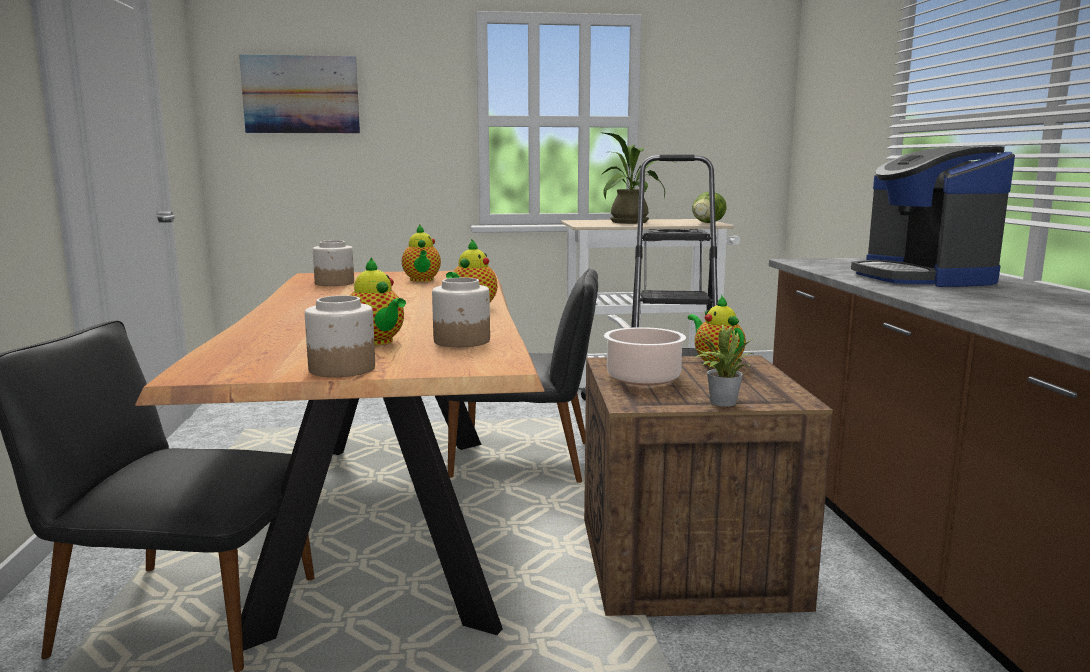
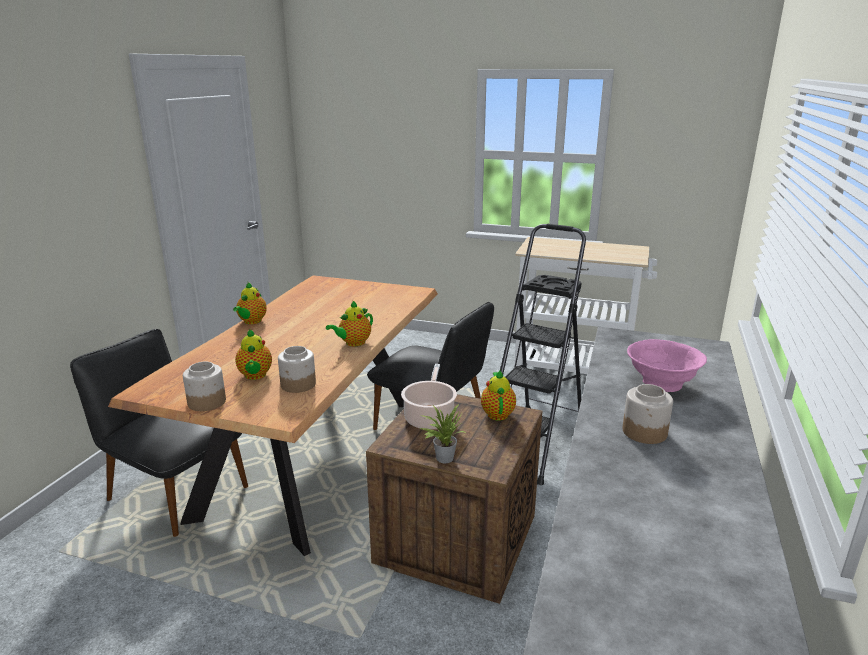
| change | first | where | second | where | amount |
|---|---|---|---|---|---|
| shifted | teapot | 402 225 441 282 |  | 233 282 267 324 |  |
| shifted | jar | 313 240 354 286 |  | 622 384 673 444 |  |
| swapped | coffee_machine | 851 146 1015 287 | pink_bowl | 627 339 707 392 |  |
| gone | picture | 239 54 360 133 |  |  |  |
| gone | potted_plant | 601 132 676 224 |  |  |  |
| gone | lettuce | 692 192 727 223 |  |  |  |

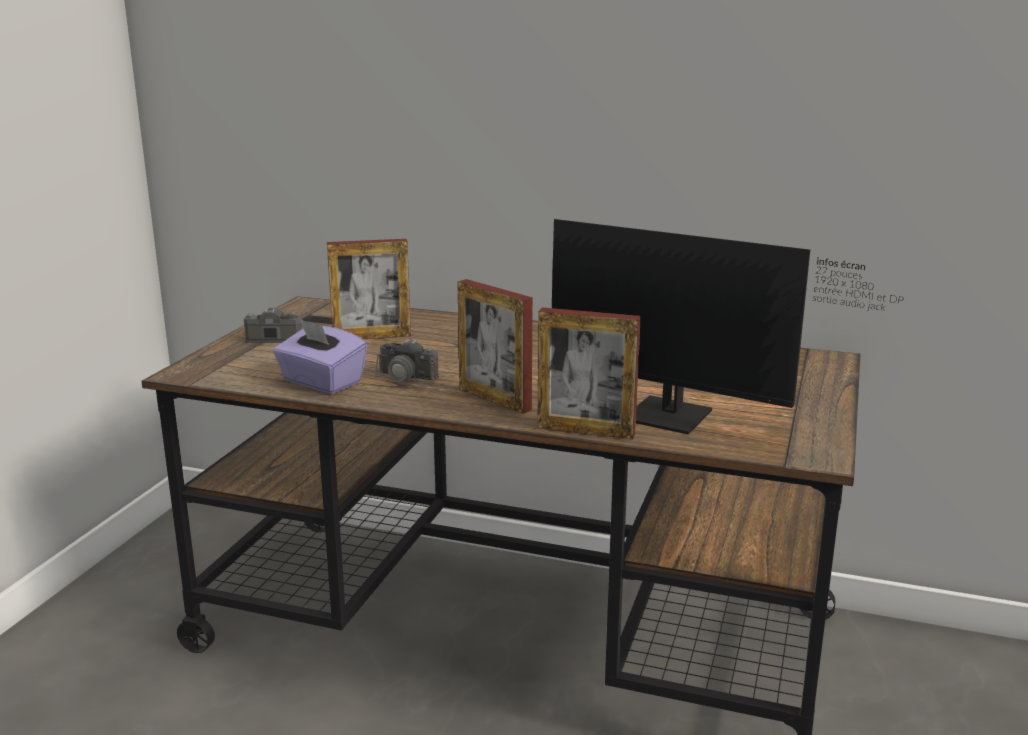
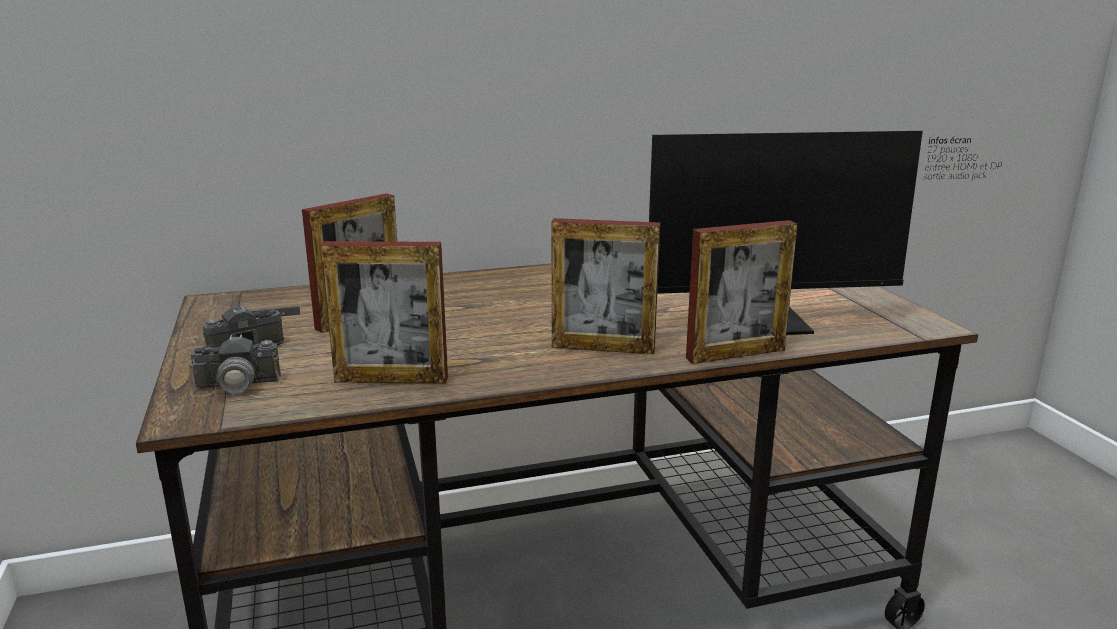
| change | first | where | second | where | amount |
|---|---|---|---|---|---|
| shifted | photo_camera | 372 339 441 390 |  | 189 334 298 397 |  |
| swapped | purple_tissue_box | 273 319 367 394 | picture_frame | 321 241 448 384 |  |

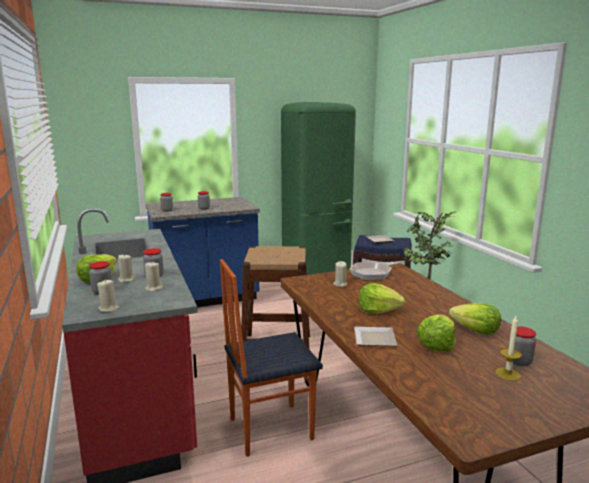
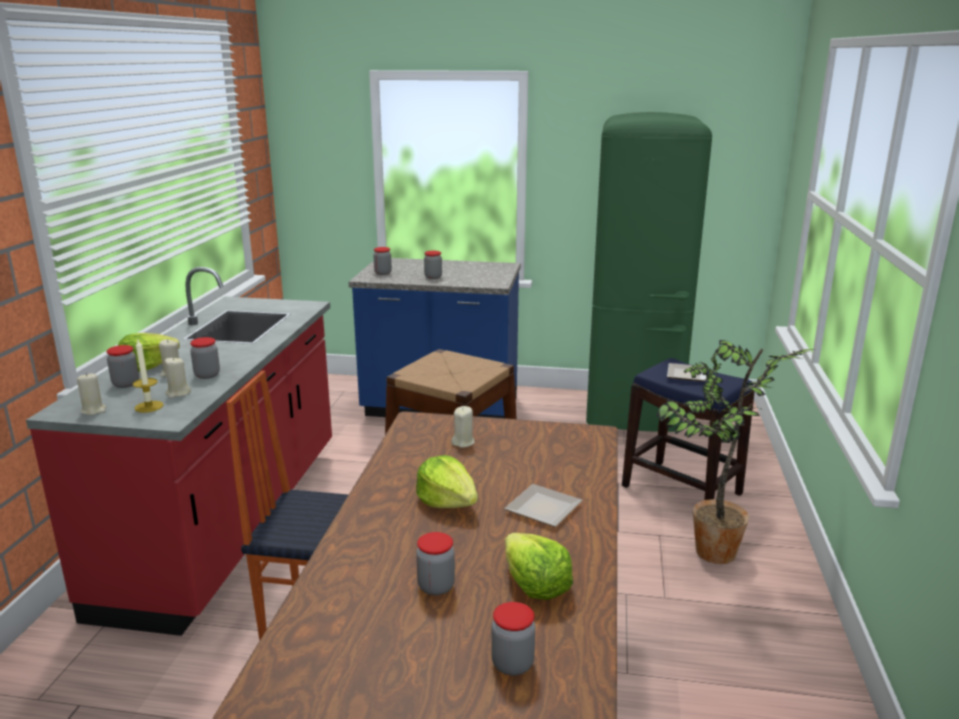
| change | first | where | second | where | amount |
|---|---|---|---|---|---|
| shifted | candle | 495 316 522 381 |  | 133 340 163 413 |  |
| swapped | lettuce | 417 315 456 352 | jar | 416 532 455 596 |  |
| shifted | plate | 354 327 397 346 |  | 504 484 582 527 |  |
| gone | frying_pan | 350 261 404 280 |  |  |  |

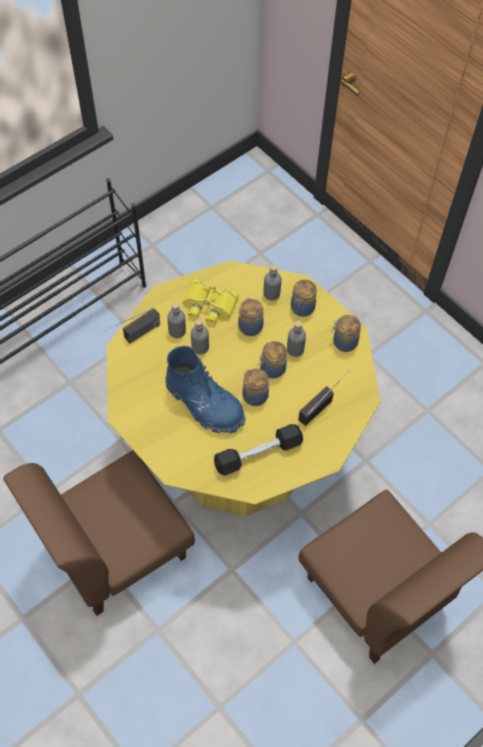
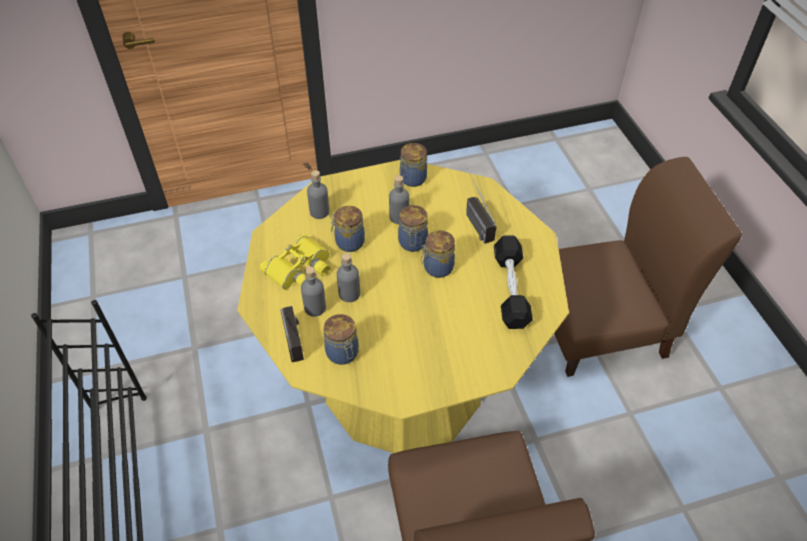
| change | first | where | second | where | amount |
|---|---|---|---|---|---|
| shifted | jar | 291 280 317 317 |  | 324 314 359 365 |  |
| gone | blue_boot | 165 346 246 434 |  |  |  |

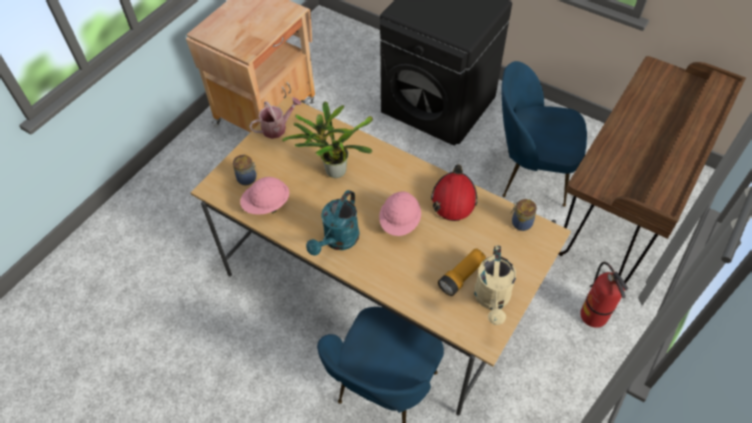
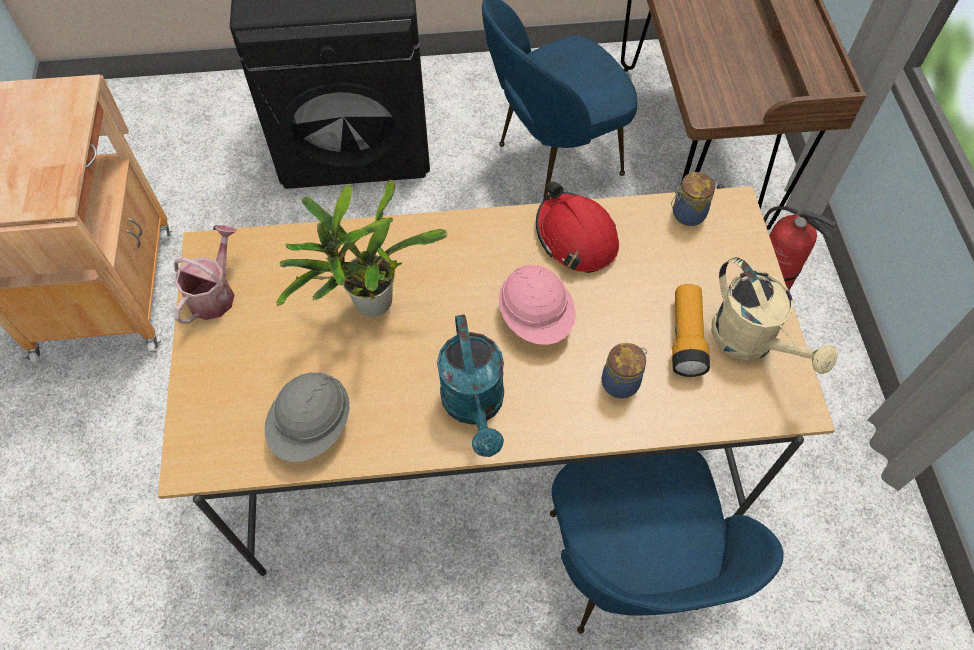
| change | first | where | second | where | amount |
|---|---|---|---|---|---|
| repainted | pink_hard_hat | 240 177 289 215 | grey_hard_hat | 265 372 350 462 |  |
| shifted | jar | 233 155 258 185 |  | 601 343 647 399 |  |

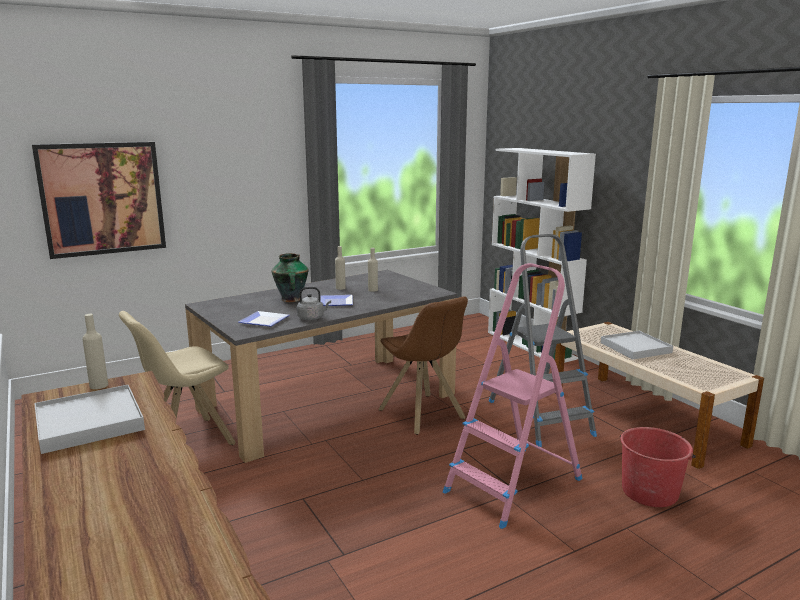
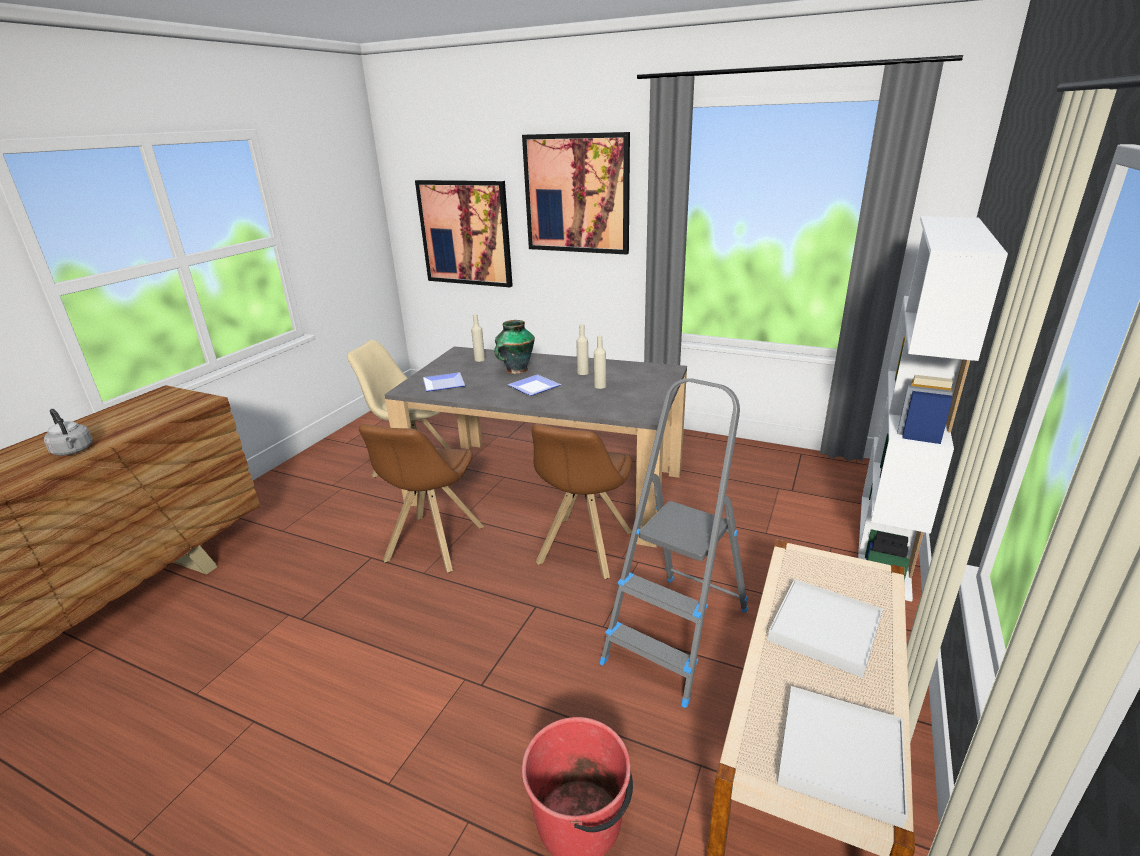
| change | first | where | second | where | amount |
|---|---|---|---|---|---|
| shifted | grey_kettle | 297 287 331 320 |  | 44 409 93 456 |  |
| new |  |  | brown_chair | 359 424 484 573 |  |
| shifted | beige_bottle | 82 314 108 389 |  | 471 314 485 362 |  |
| new |  |  | picture | 522 132 630 255 |  |
| shifted | white_tray | 34 385 145 454 |  | 777 686 907 828 |  |
| gone | pink_step_ladder | 443 263 582 529 |  |  |  |

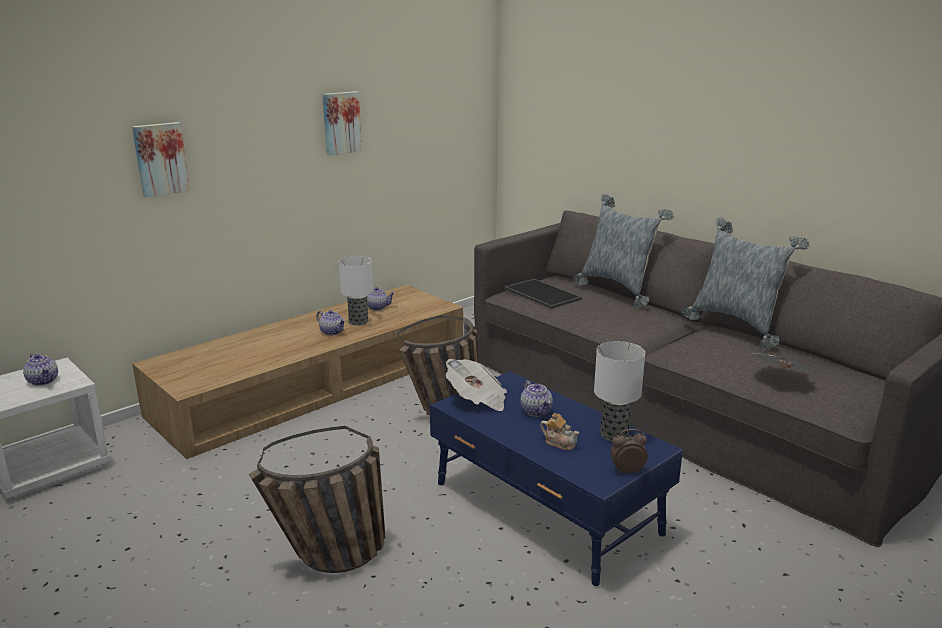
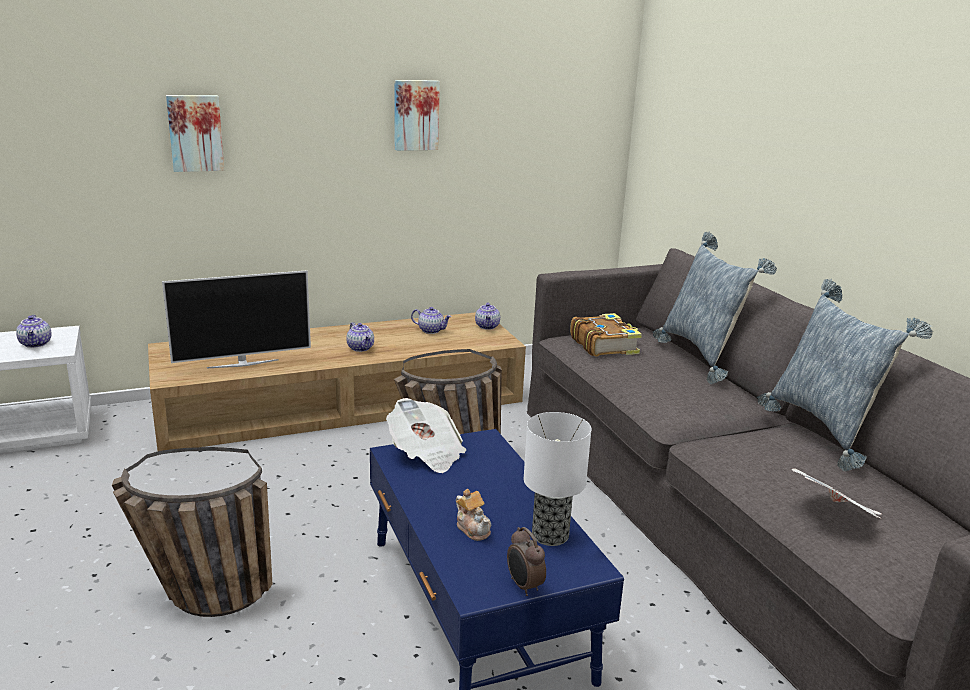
| change | first | where | second | where | amount |
|---|---|---|---|---|---|
| new |  |  | television | 162 270 311 368 |  |
| shifted | teapot | 520 380 553 417 |  | 475 302 500 329 |  |
| rotated | alarm_clock | 611 429 648 474 |  | 507 527 546 596 | 135 degrees counterclockwise |
| swapped | tray | 504 279 582 309 | book | 570 313 642 357 |  |
| gone | table_lamp | 339 256 373 326 |  |  |  |

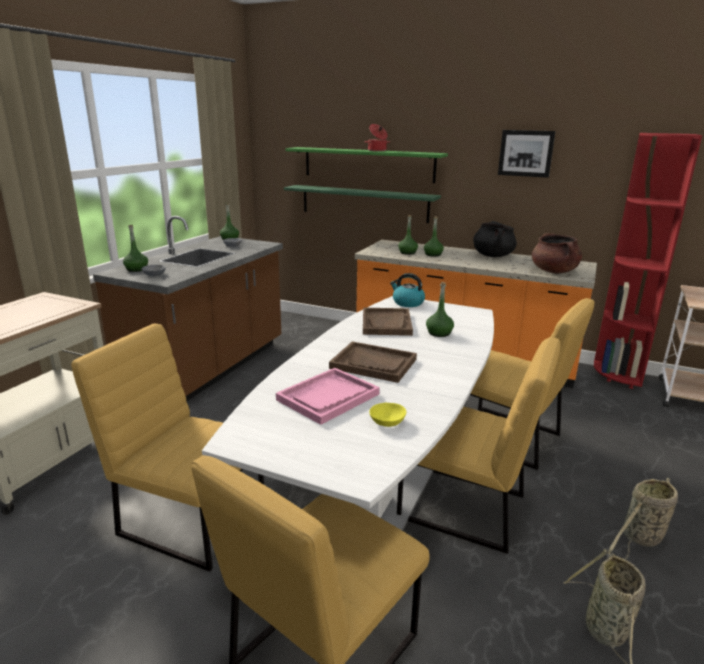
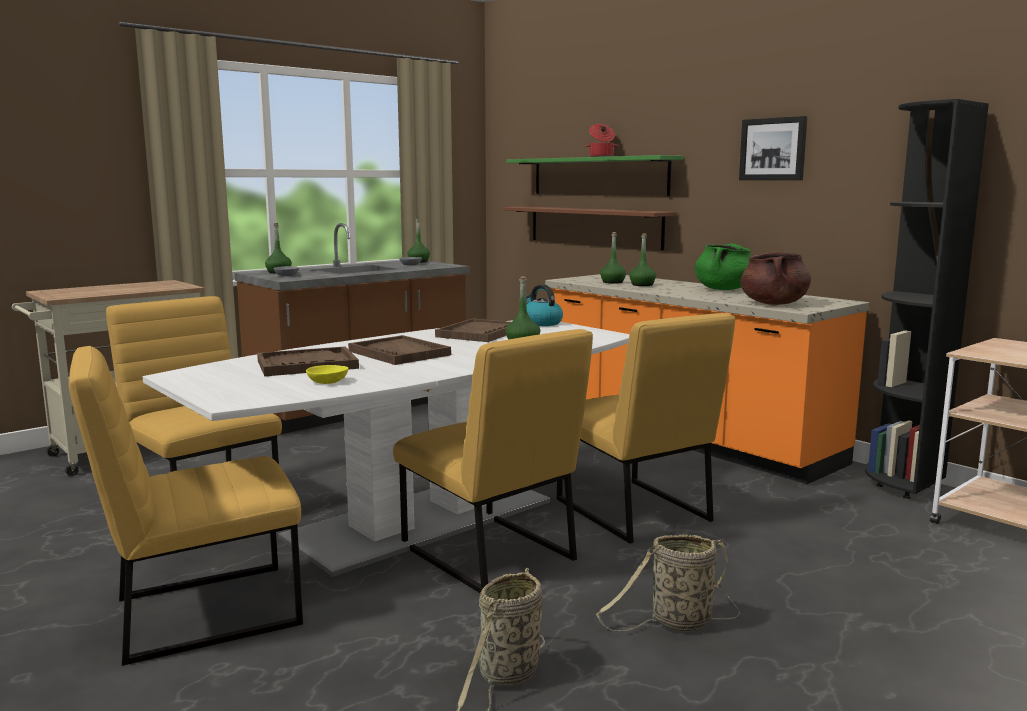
| change | first | where | second | where | amount |
|---|---|---|---|---|---|
| repainted | pink_tray | 276 368 380 425 | brown_tray | 257 347 359 376 |  |
| repainted | green_shelf | 284 185 441 223 | brown_shelf | 504 206 677 250 |  |
| repainted | black_cooking_pot | 473 221 517 257 | green_cooking_pot | 695 243 751 290 |  |
| repainted | red_bookcase | 594 133 702 389 | black_bookcase | 865 99 989 499 |  |

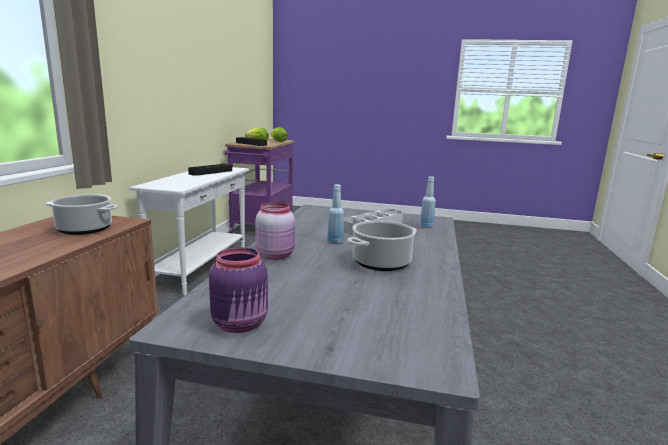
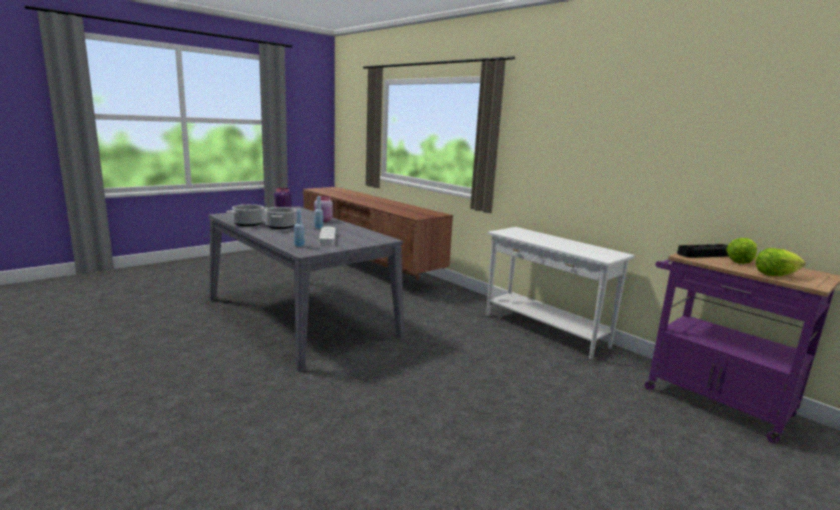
| change | first | where | second | where | amount |
|---|---|---|---|---|---|
| shifted | cooking_pot | 46 194 118 235 |  | 226 204 266 226 |  |
| gone | black_tray | 188 164 232 176 |  |  |  |

